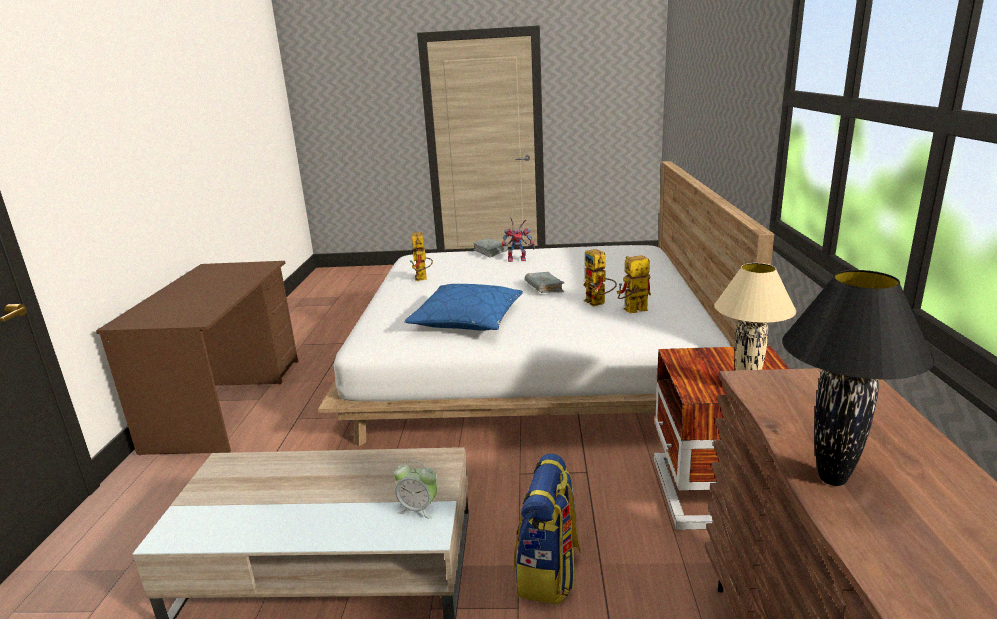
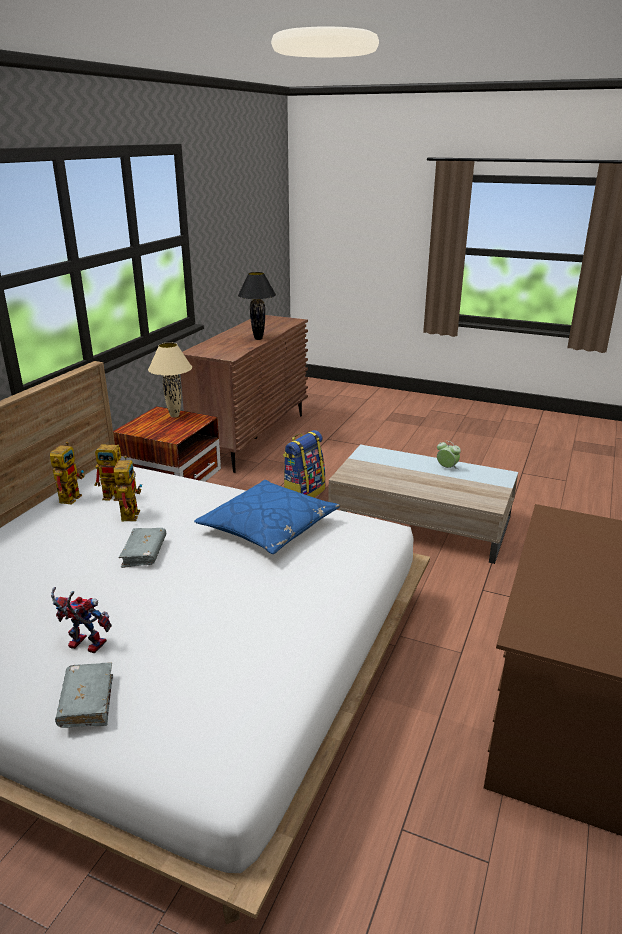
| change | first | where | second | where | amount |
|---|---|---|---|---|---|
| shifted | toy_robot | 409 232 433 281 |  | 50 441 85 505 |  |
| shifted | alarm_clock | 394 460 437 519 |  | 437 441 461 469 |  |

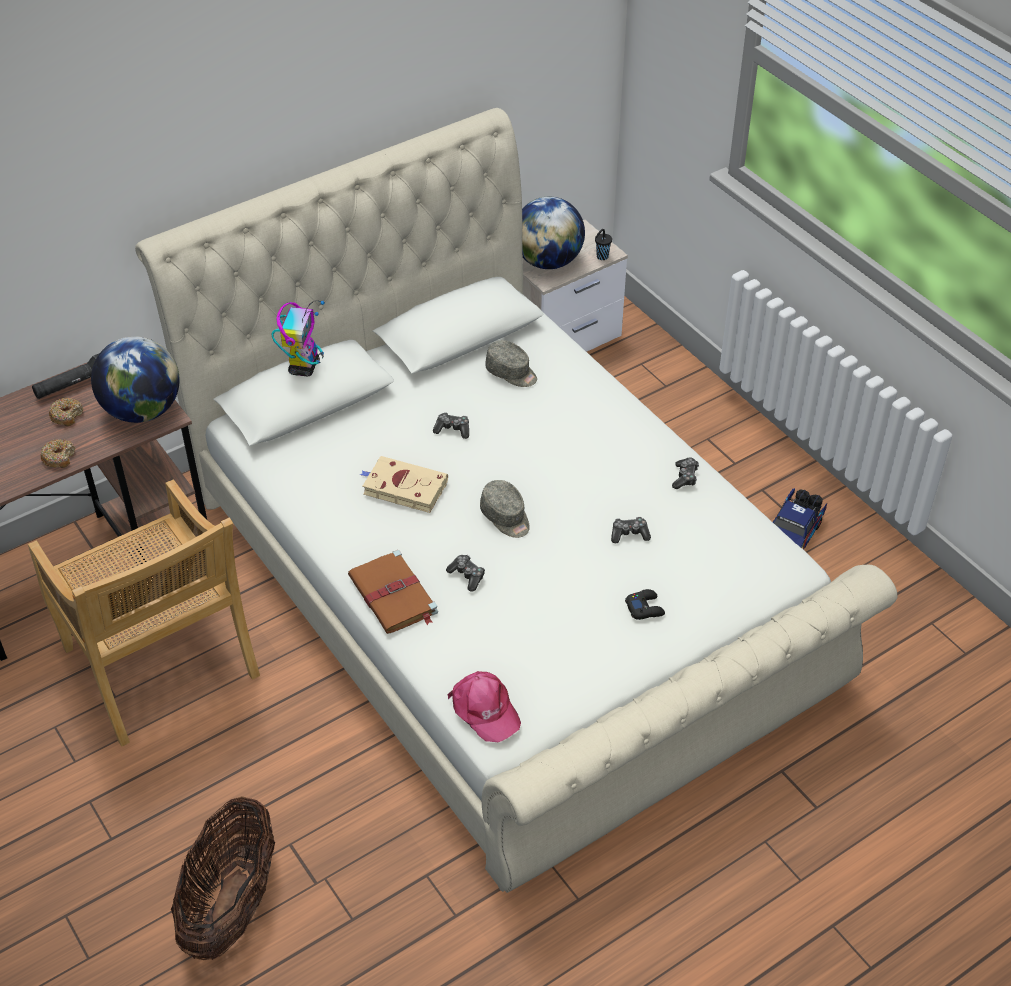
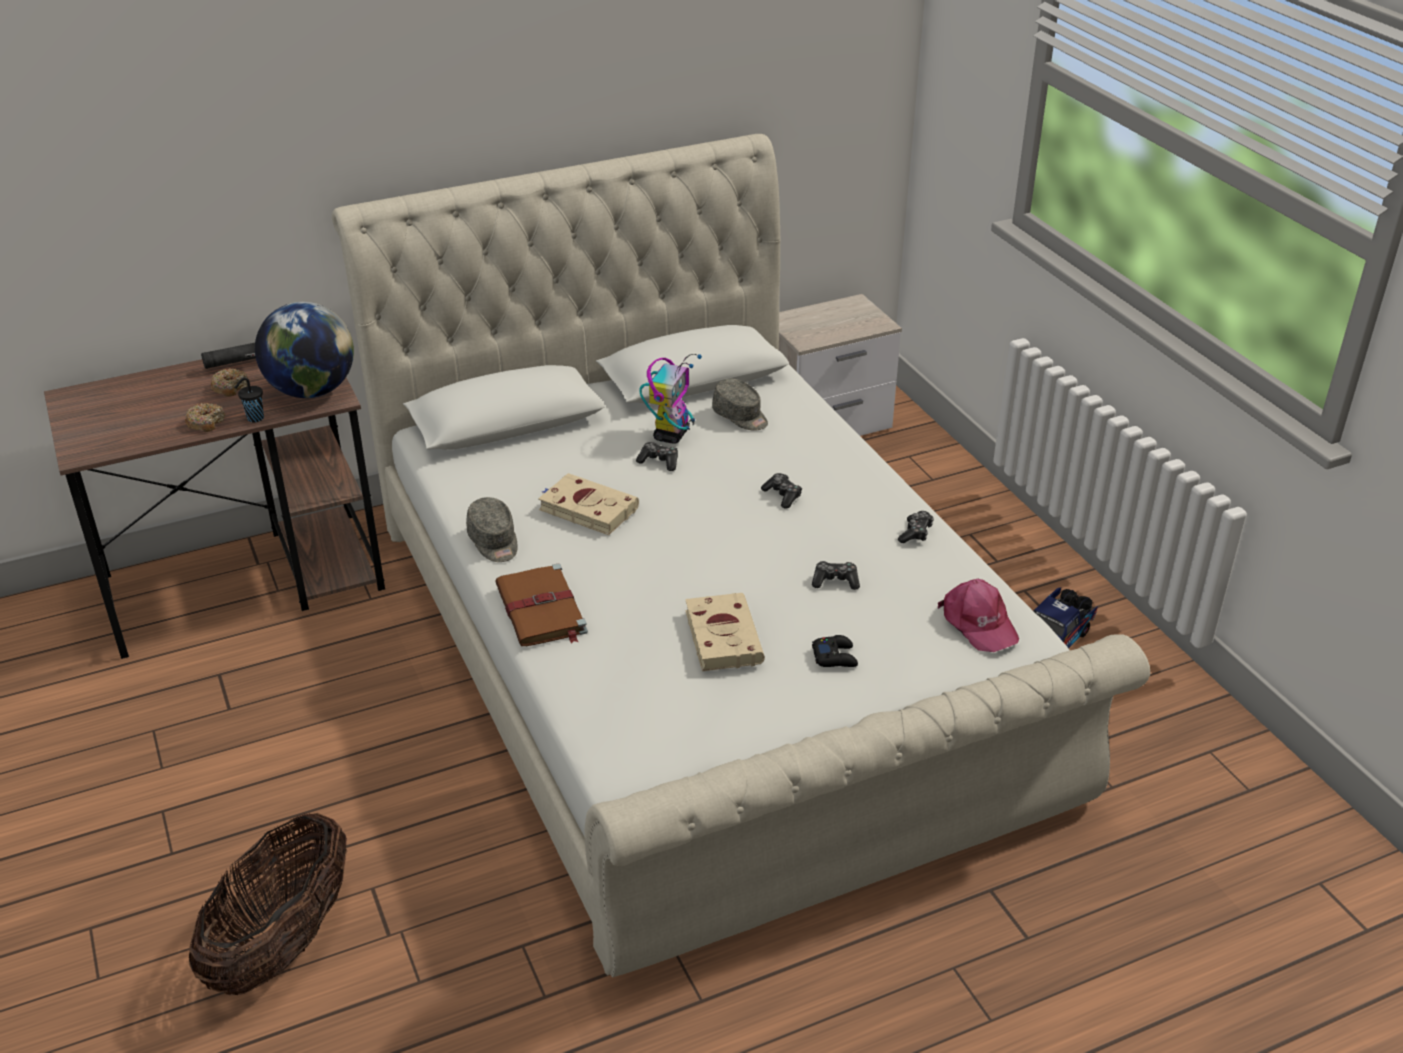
| change | first | where | second | where | amount |
|---|---|---|---|---|---|
| shifted | black_cup | 595 229 612 260 |  | 234 377 264 422 |  |
| shifted | grey_cap | 480 480 530 538 |  | 466 497 518 562 |  |
| shifted | toy_robot | 271 300 325 376 |  | 639 354 702 444 |  |
| new |  |  | beige_book | 685 593 765 671 |  |
| shifted | game_controller | 446 555 485 591 |  | 761 473 802 509 |  |
| shifted | pink_cap | 447 671 521 743 |  | 938 579 1019 652 |  |
| gone | beige_chair | 28 479 260 747 |  |  |  |
| gone | globe | 522 197 585 269 |  |  |  |

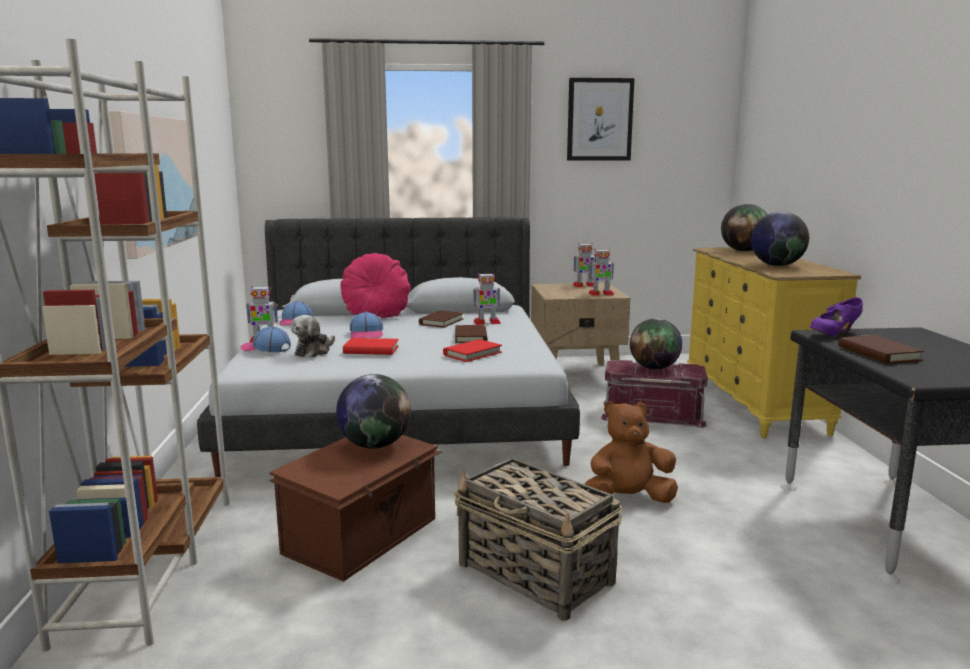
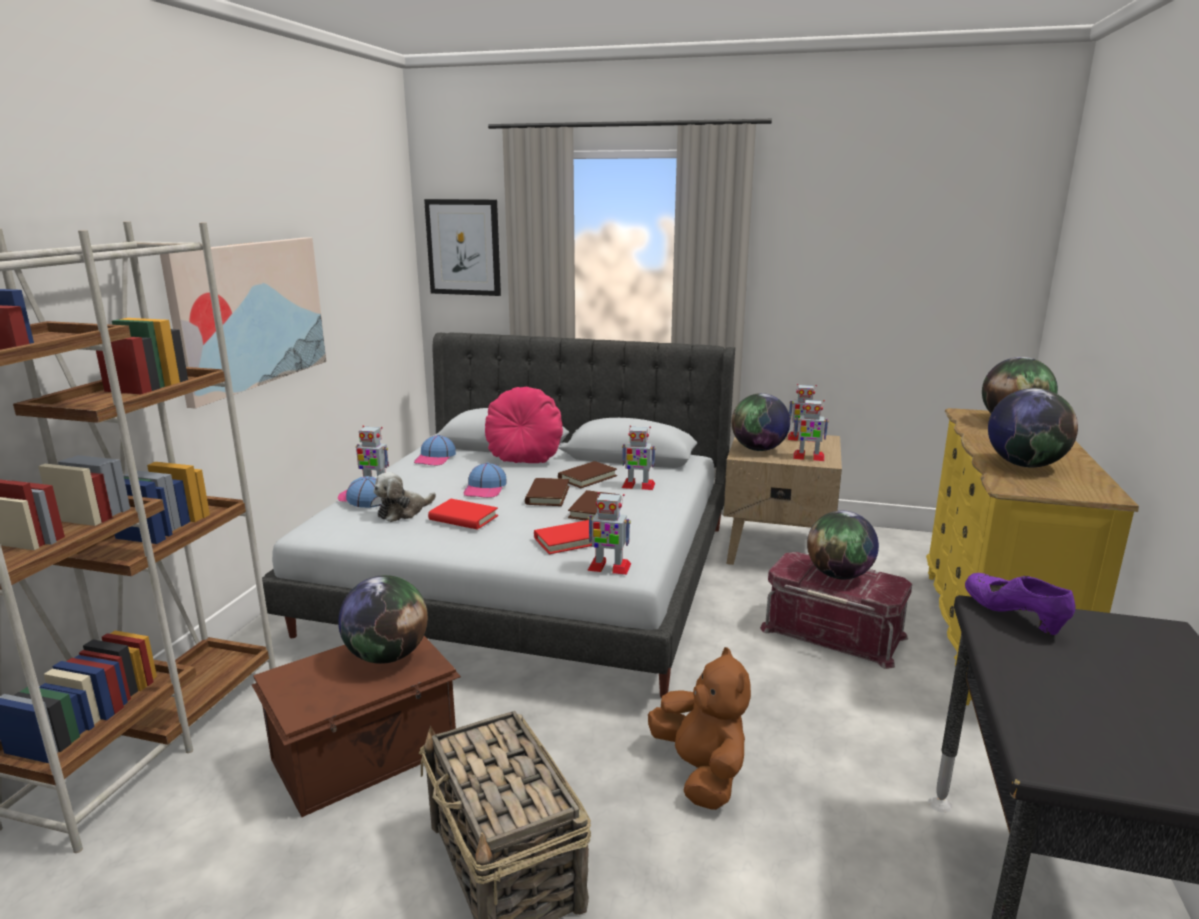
| change | first | where | second | where | amount |
|---|---|---|---|---|---|
| shifted | picture | 567 78 635 160 |  | 424 199 501 296 |  |
| shifted | brown_book | 838 335 924 364 |  | 525 478 570 506 |  |
| new |  |  | toy_robot | 587 492 631 575 |  |
| rotated | brown_plush_toy | 585 401 678 503 |  | 648 647 751 810 | 60 degrees clockwise |
| new |  |  | globe | 732 393 790 451 |  |
| rotated | purple_shoe | 810 297 863 336 |  | 965 573 1076 635 | 75 degrees clockwise |

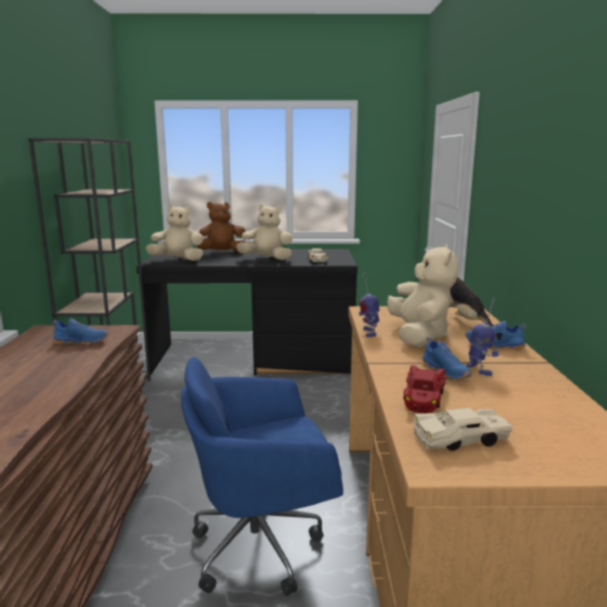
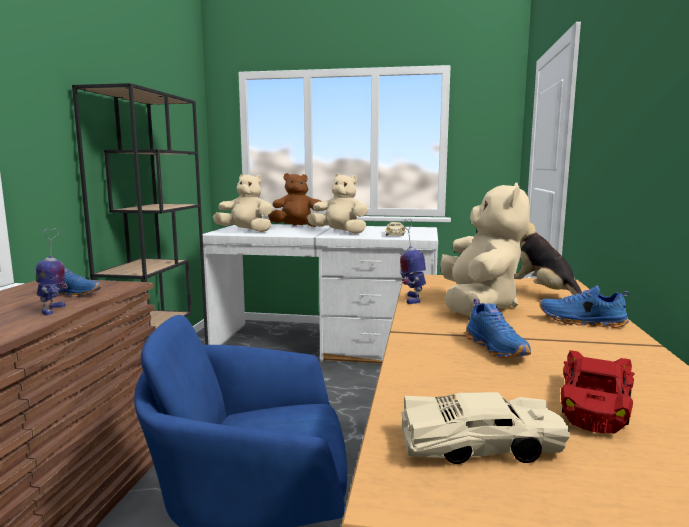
| change | first | where | second | where | amount |
|---|---|---|---|---|---|
| shifted | toy_robot | 467 298 499 376 |  | 36 228 68 316 |  |
| repainted | black_desk | 136 249 357 376 | white_desk | 203 224 438 364 |  |
| shifted | red_toy_car | 403 365 447 413 |  | 561 350 635 434 |  |

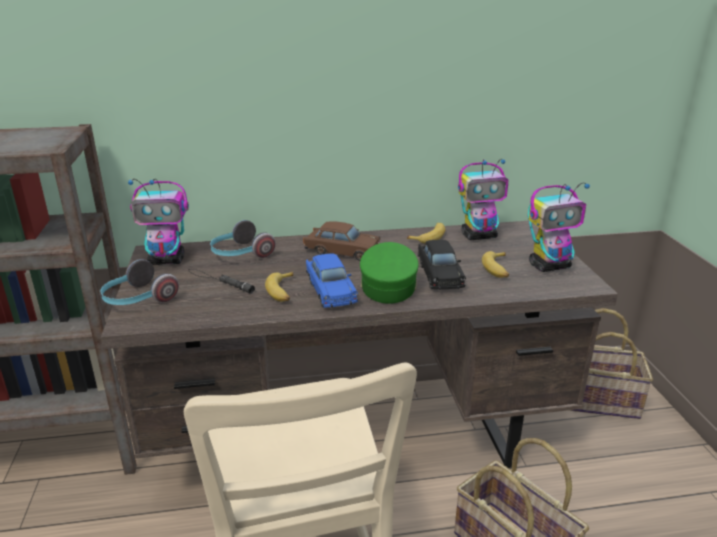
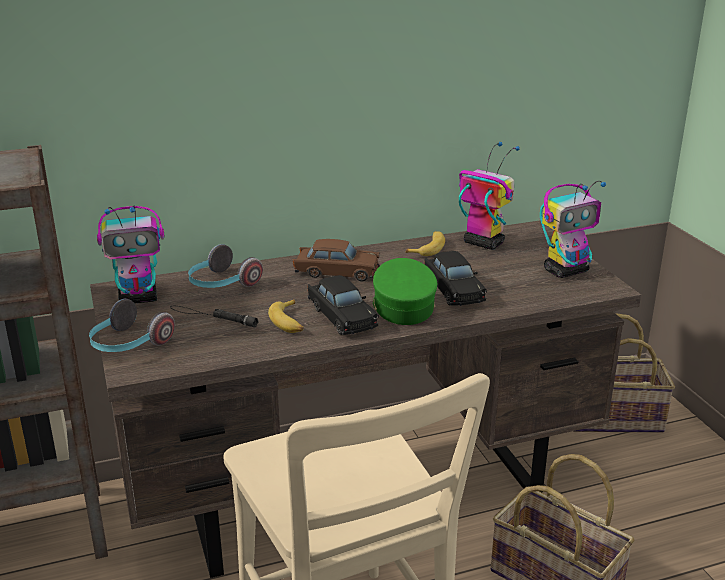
| change | first | where | second | where | amount |
|---|---|---|---|---|---|
| repainted | blue_toy_car | 306 253 358 308 | black_toy_car | 308 275 379 335 |  |
| rotated | toy_robot | 458 159 508 240 |  | 459 142 520 250 | 120 degrees counterclockwise |
| gone | banana | 482 251 509 278 |  |  |  |

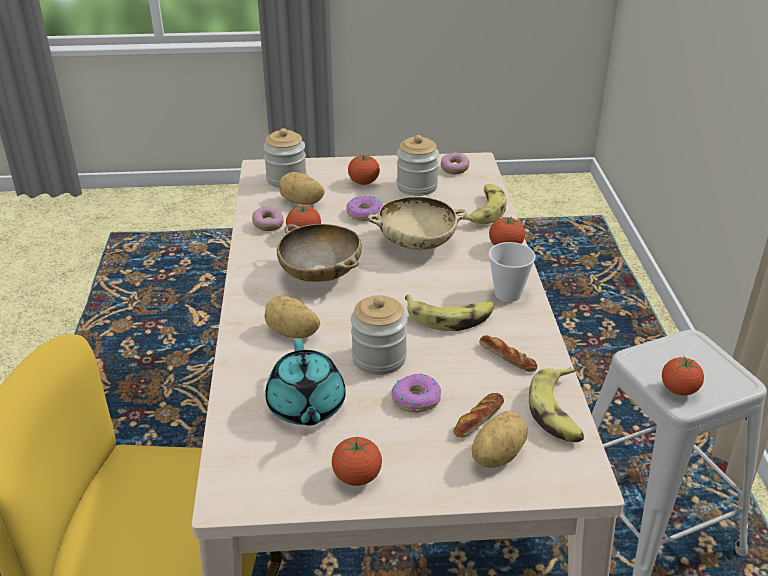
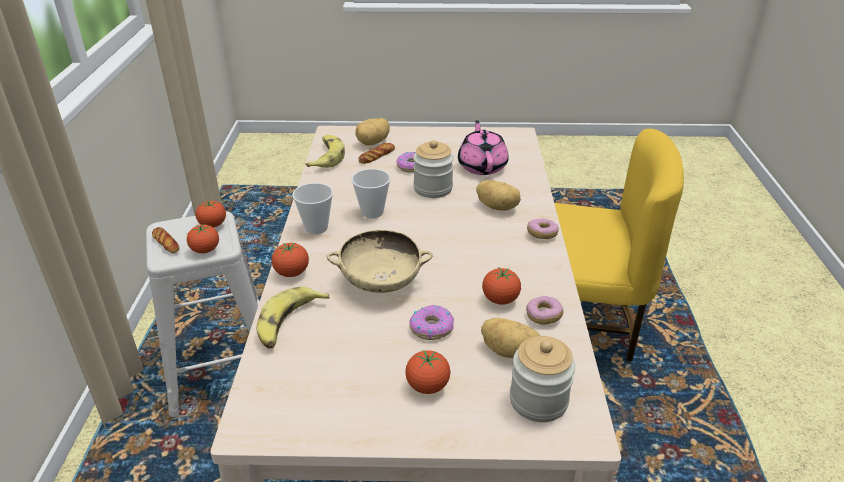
| change | first | where | second | where | amount |
|---|---|---|---|---|---|
| shifted | bread | 479 335 537 372 |  | 152 227 180 254 |  |
| shifted | tomato | 332 436 382 486 |  | 187 223 219 253 |  |
| swapped | banana | 405 294 494 331 | cup | 351 169 391 218 |  |
| repainted | turquoise_teapot | 265 339 346 426 | pink_teapot | 458 120 509 175 |  |
| shifted | donut | 441 153 469 174 |  | 527 219 559 239 |  |
| gone | beige_bowl | 277 224 362 282 |  |  |  |
| gone | jar | 397 135 439 196 |  |  |  |

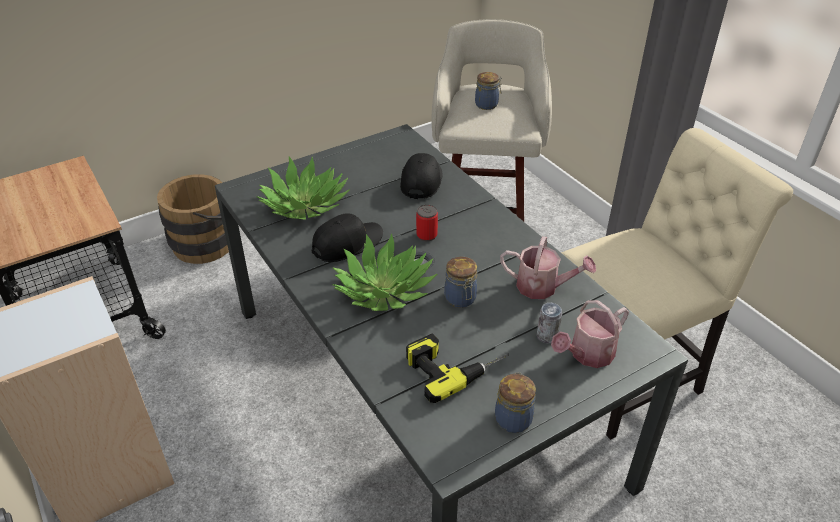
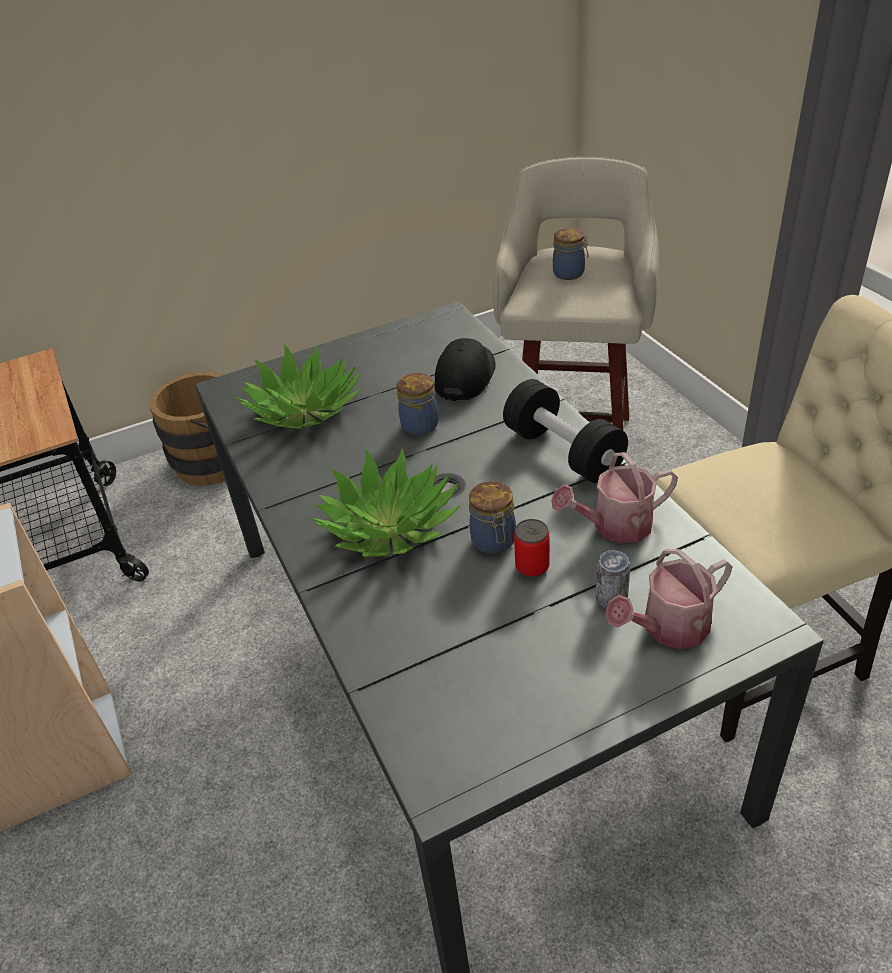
| change | first | where | second | where | amount |
|---|---|---|---|---|---|
| shifted | jar | 495 372 536 433 |  | 397 373 439 435 |  |
| new |  |  | black_dumbbell | 503 379 628 483 |  |
| shifted | can | 416 205 438 242 |  | 514 519 550 578 |  |
| rotated | watering_can | 500 236 596 299 |  | 551 452 678 543 | 135 degrees clockwise |
| gone | black_cap | 311 213 383 262 |  |  |  |
| gone | power_drill | 406 333 509 403 |  |  |  |

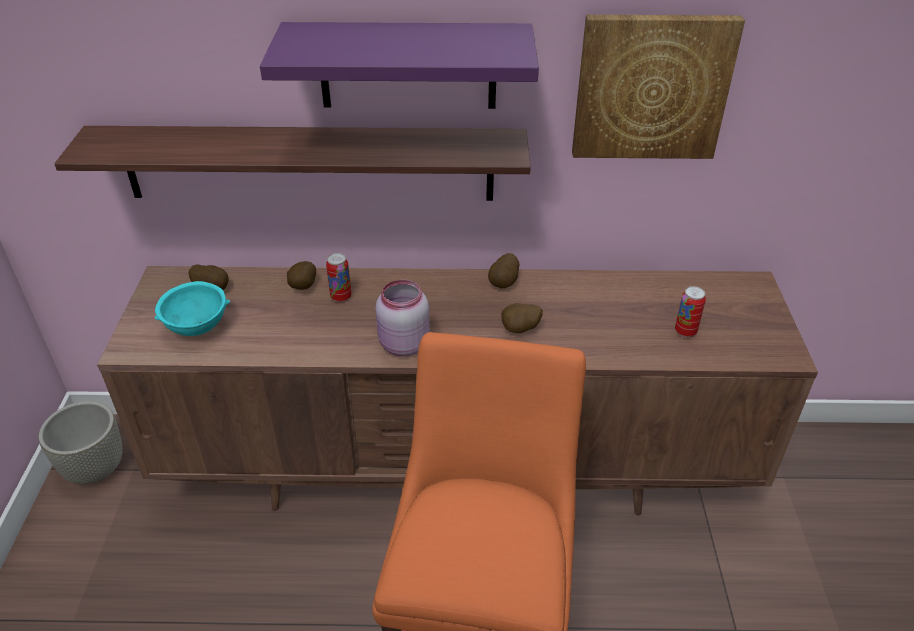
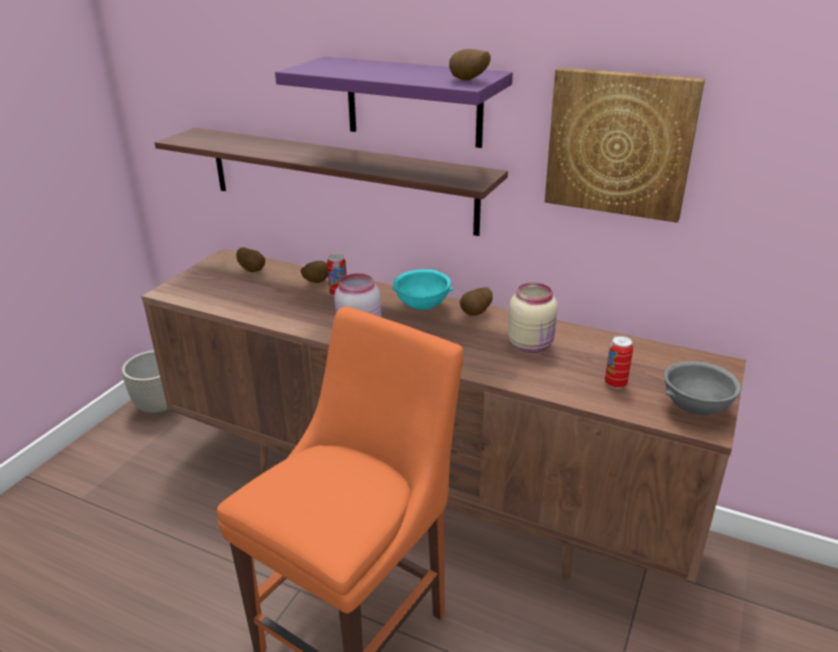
| change | first | where | second | where | amount |
|---|---|---|---|---|---|
| shifted | turquoise_bowl | 155 281 230 336 |  | 392 269 453 310 |  |
| shifted | potato | 501 303 543 333 |  | 449 49 491 81 |  |
| new |  |  | beige_jar | 508 282 558 353 |  |
| new |  |  | grey_bowl | 664 361 741 415 |  |

